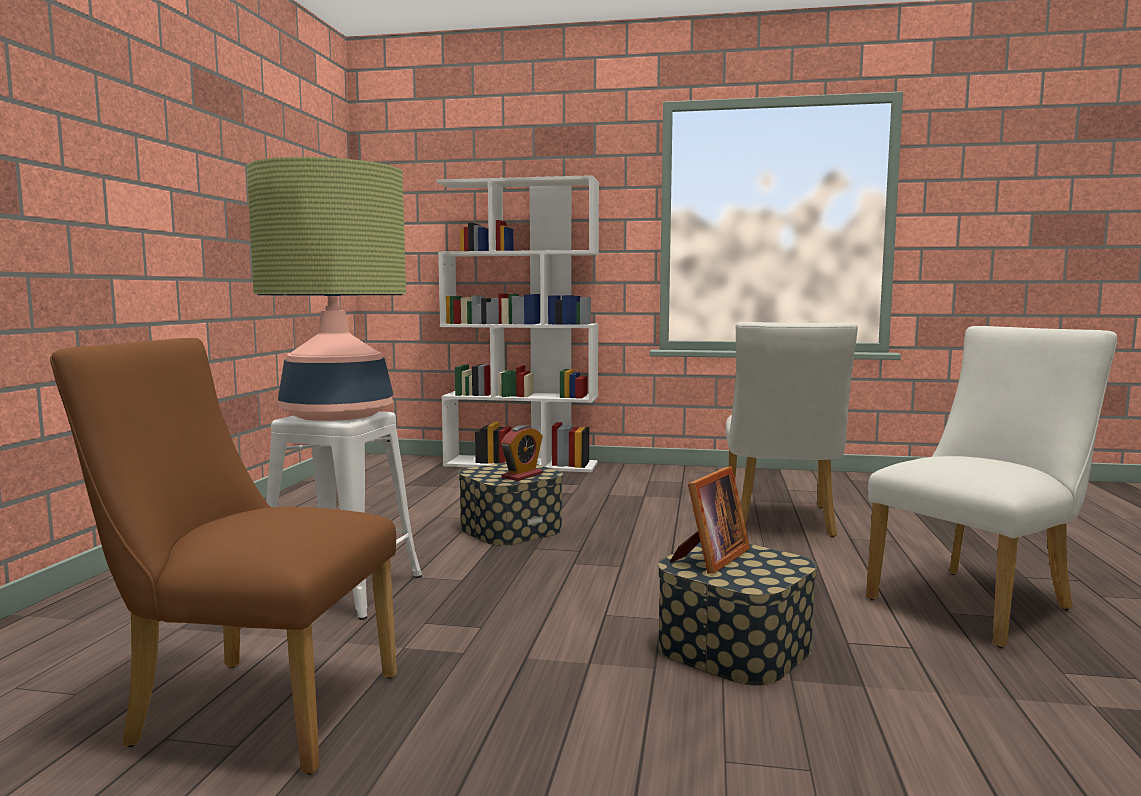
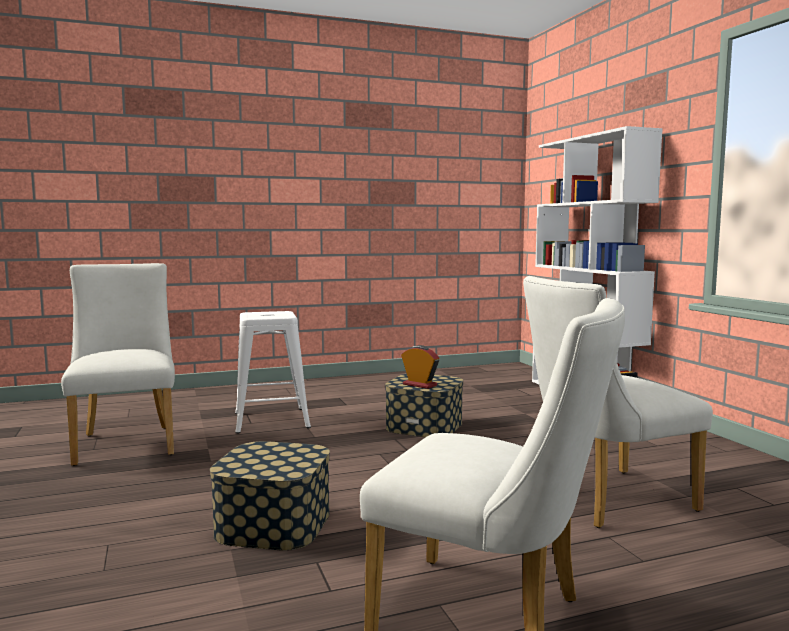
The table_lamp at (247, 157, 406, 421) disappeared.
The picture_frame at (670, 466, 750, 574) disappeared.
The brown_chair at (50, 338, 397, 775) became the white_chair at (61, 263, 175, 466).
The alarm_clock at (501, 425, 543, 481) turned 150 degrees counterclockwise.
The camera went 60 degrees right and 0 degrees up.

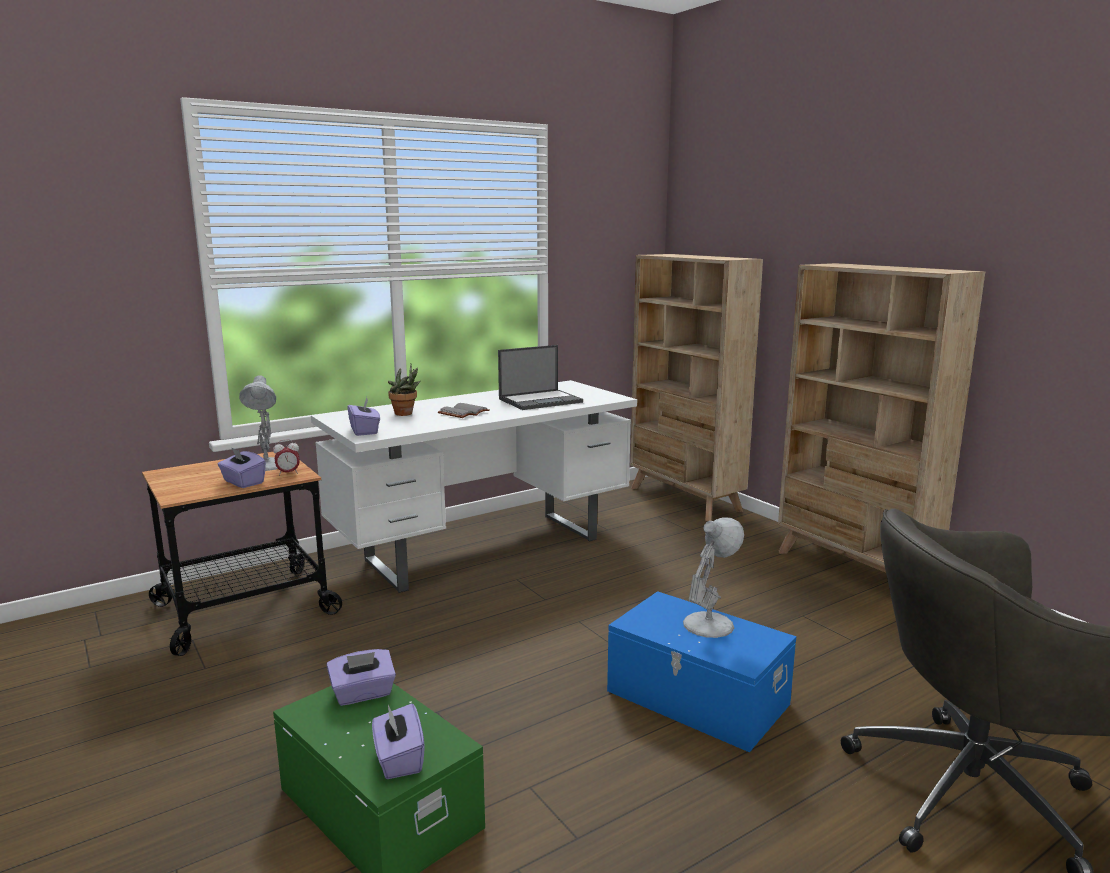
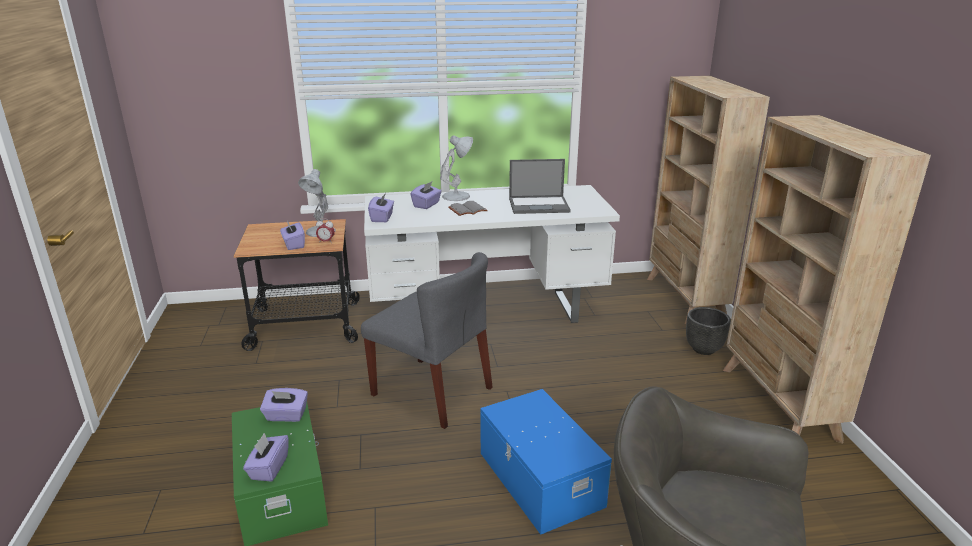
The grey_chair at (361, 252, 493, 429) appeared.
The black_planter at (686, 307, 731, 355) appeared.
The white_table_lamp moved from (683, 517, 744, 638) to (440, 135, 473, 201).
The potted_plant at (388, 364, 421, 416) was replaced by the purple_tissue_box at (411, 182, 442, 209).
The camera went 25 degrees right and 10 degrees up.

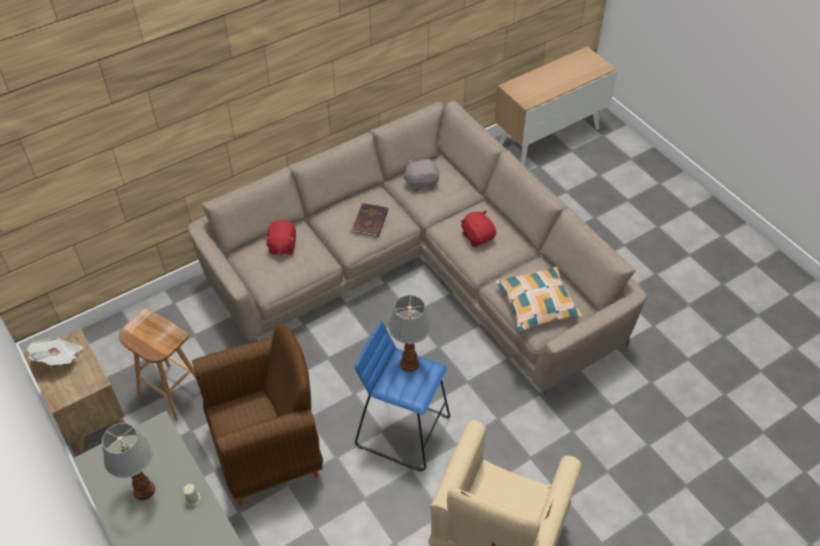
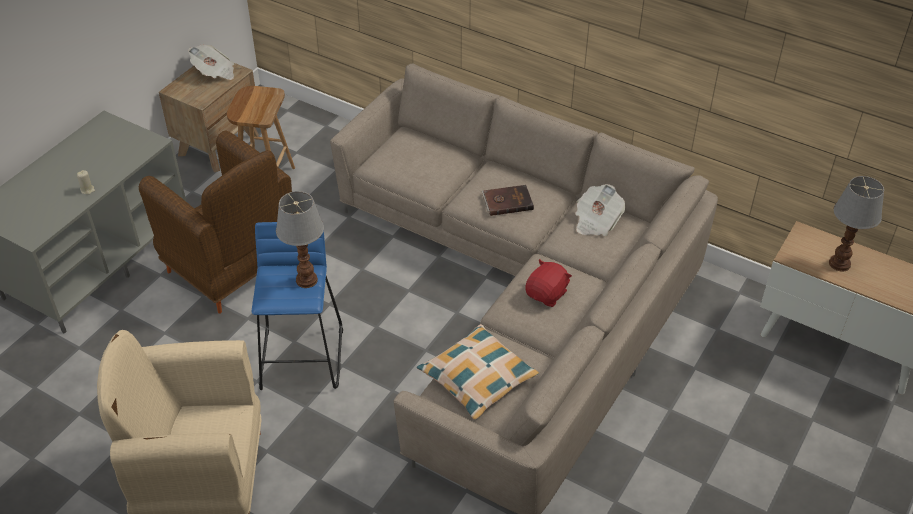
The red_plush_toy at (264, 220, 296, 255) disappeared.
The table_lamp moved from (102, 423, 155, 500) to (829, 176, 884, 272).
The grey_plush_toy at (402, 159, 439, 191) was replaced by the newspaper at (575, 184, 625, 236).
The camera went 65 degrees right and 5 degrees down.

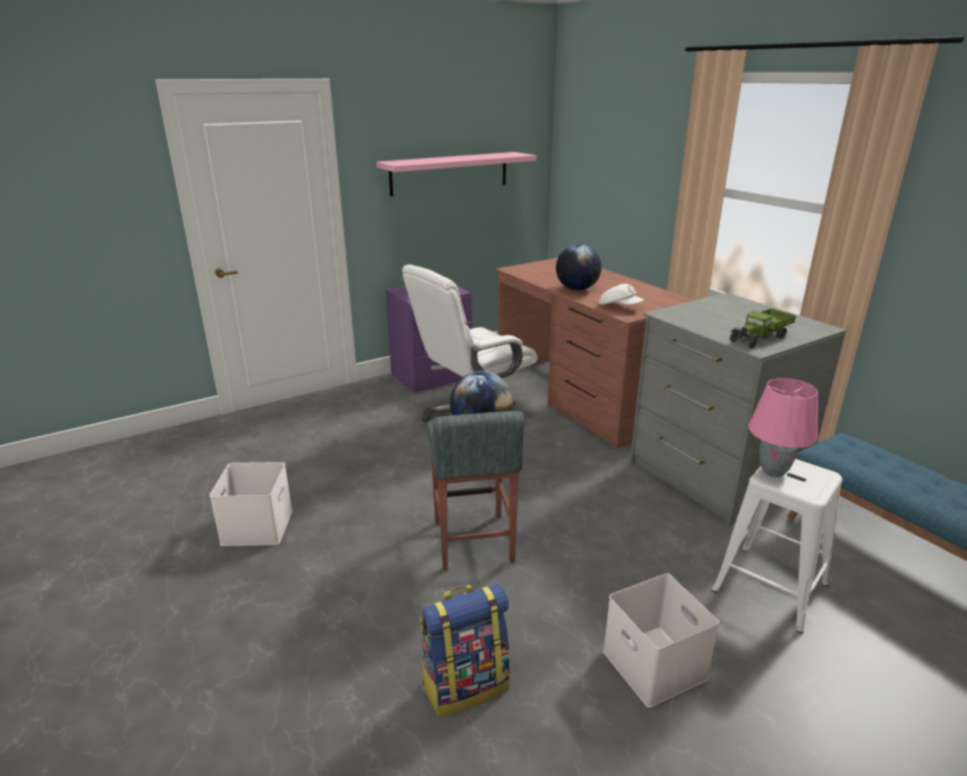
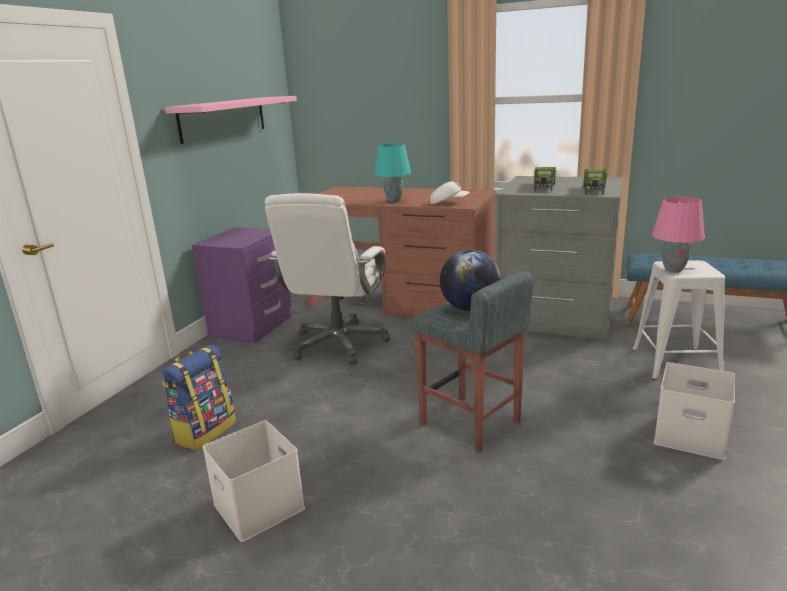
The toy_truck at (534, 167, 557, 191) appeared.
The backpack moved from (420, 584, 510, 717) to (162, 345, 236, 450).
The globe at (556, 244, 602, 291) was replaced by the turquoise_table_lamp at (374, 144, 411, 202).
The camera went 35 degrees left and 5 degrees down.

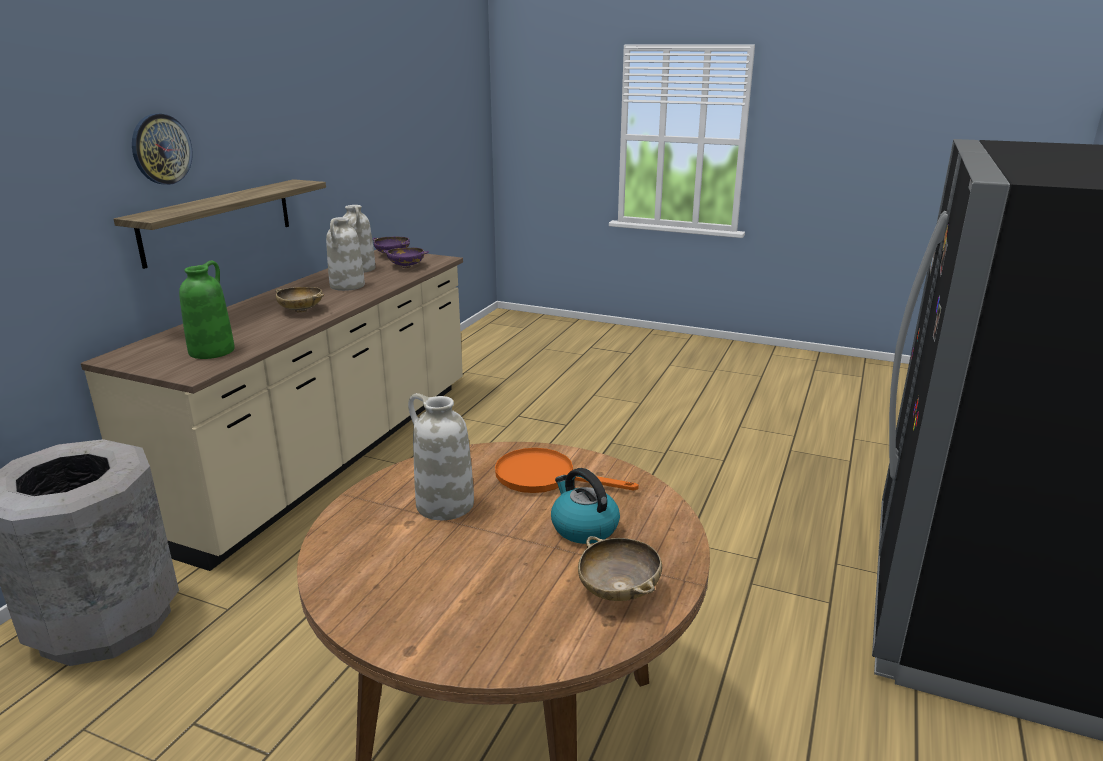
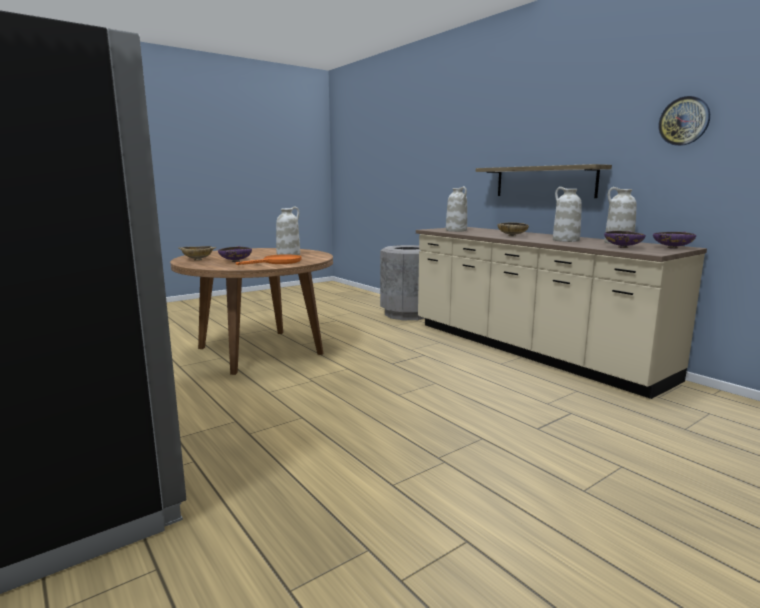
The wall_clock moved from (132, 114, 193, 185) to (658, 96, 710, 146).
The kettle at (551, 468, 620, 544) was replaced by the purple_bowl at (218, 246, 252, 262).
The green_vase at (179, 261, 235, 359) became the white_vase at (446, 186, 467, 232).
The camera went 120 degrees right and 10 degrees down.

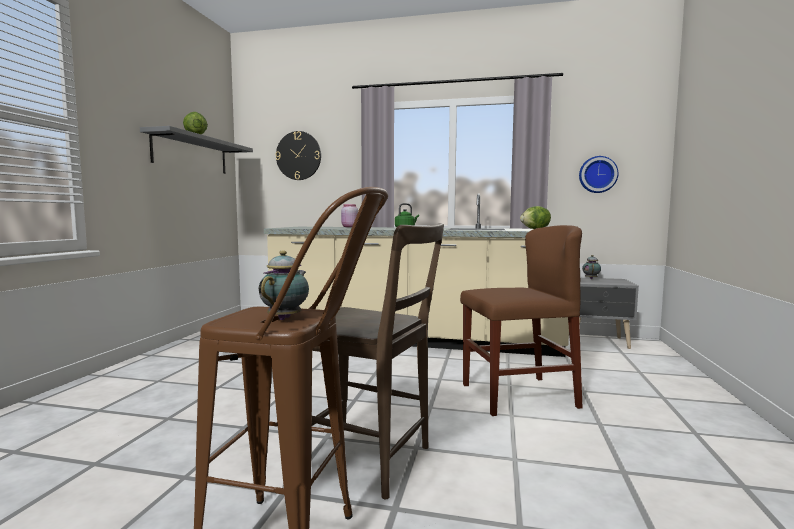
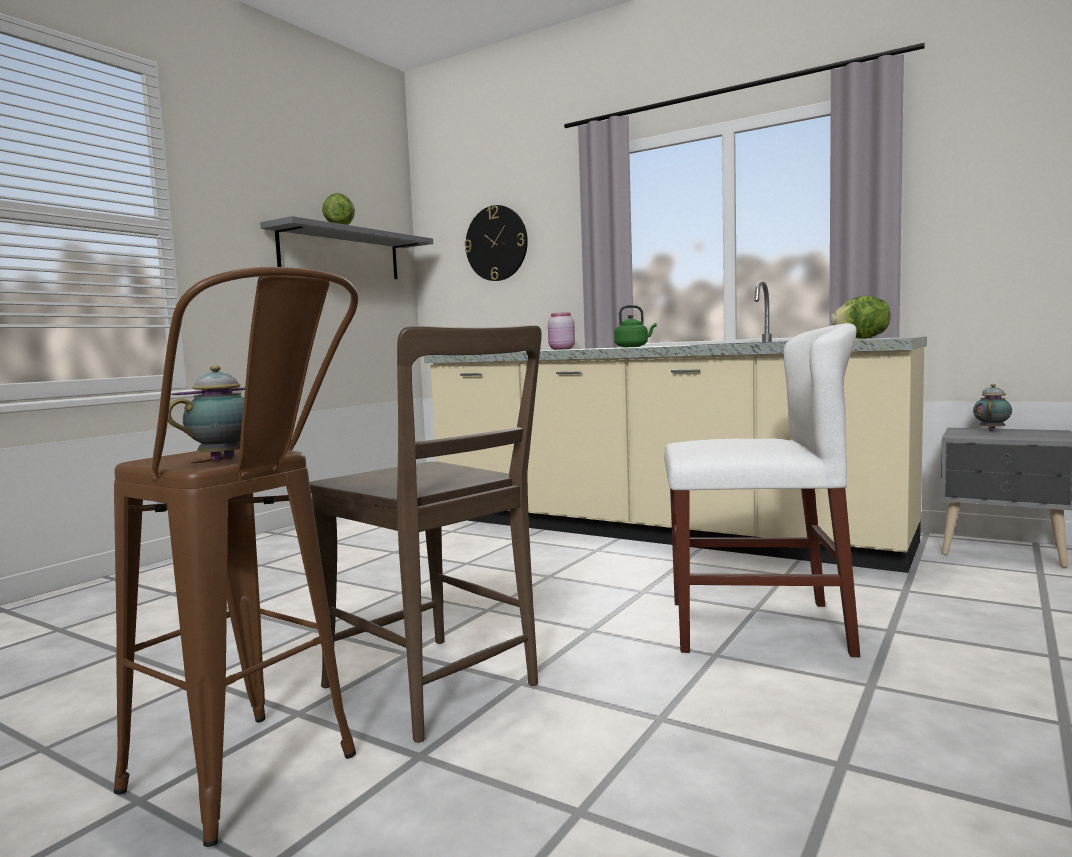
The wall_clock at (579, 156, 618, 193) disappeared.
The brown_chair at (460, 225, 583, 416) became the white_chair at (664, 323, 860, 657).
The camera went 20 degrees right and 0 degrees up.

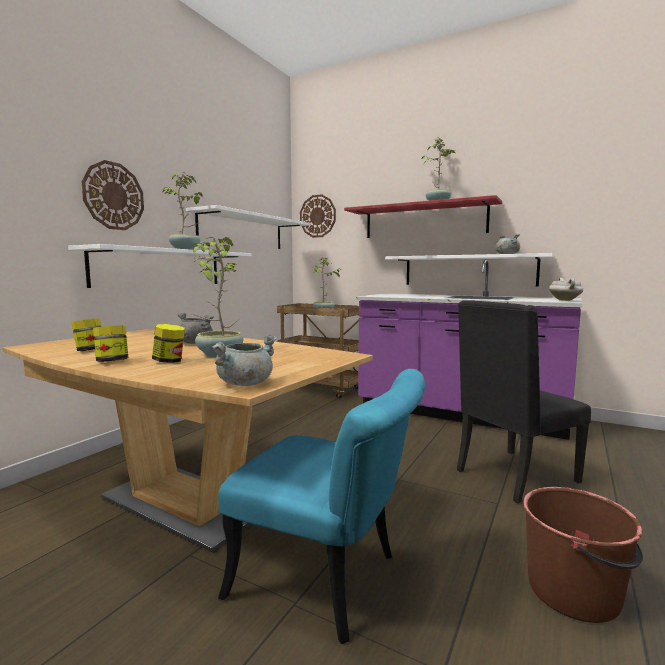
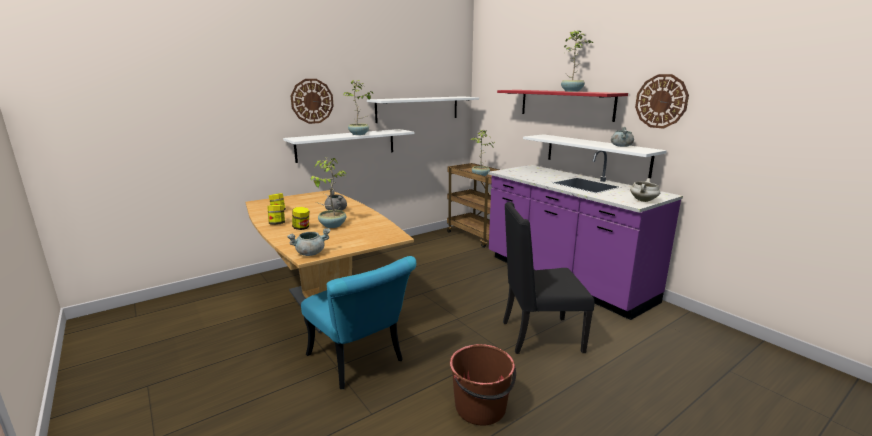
The wall_clock moved from (300, 194, 336, 238) to (635, 74, 689, 129).
The camera went 25 degrees right and 10 degrees up.

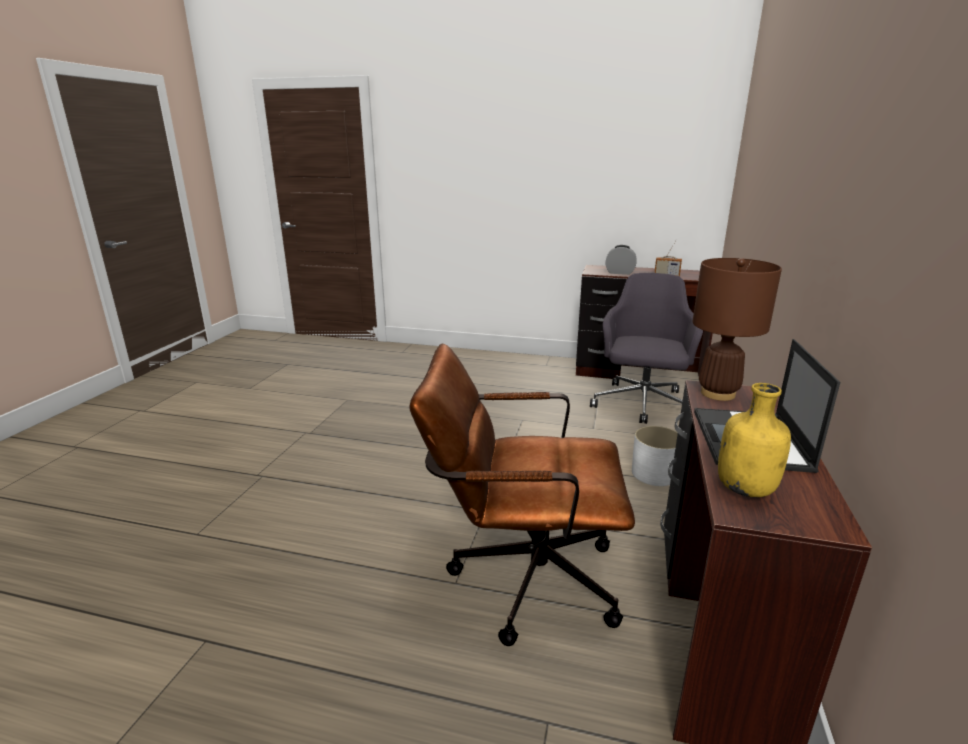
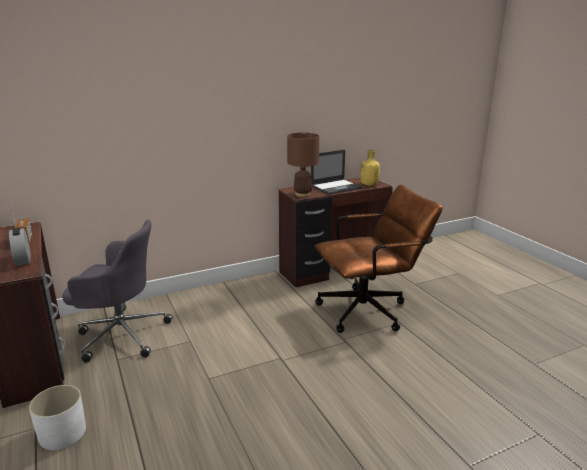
The white_planter moved from (632, 426, 678, 486) to (29, 385, 86, 450).
The brown_office_chair at (409, 344, 635, 646) turned 75 degrees counterclockwise.
The grey_office_chair at (590, 273, 703, 424) turned 150 degrees counterclockwise.
The camera went 130 degrees left and 0 degrees up.

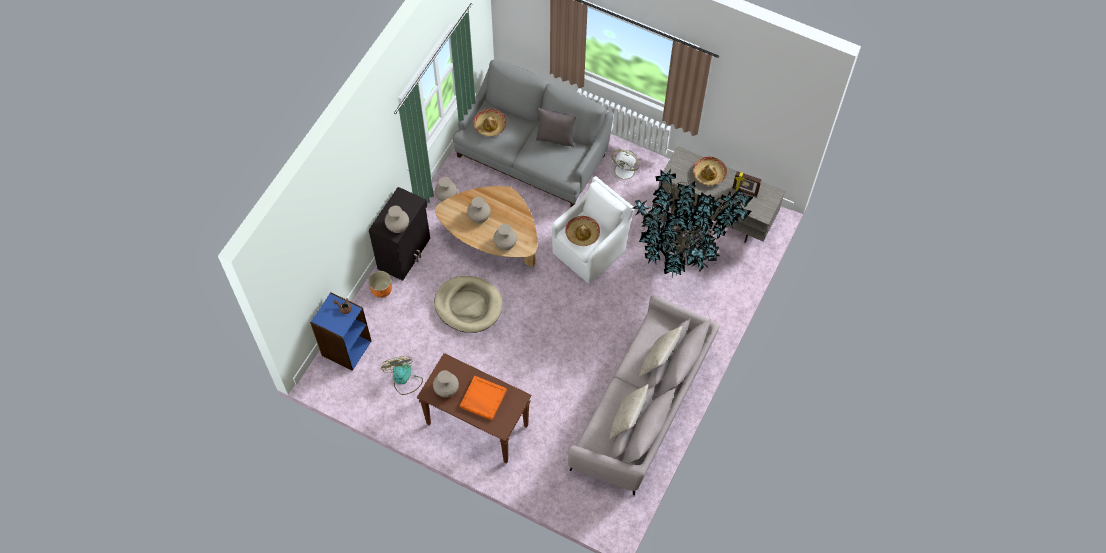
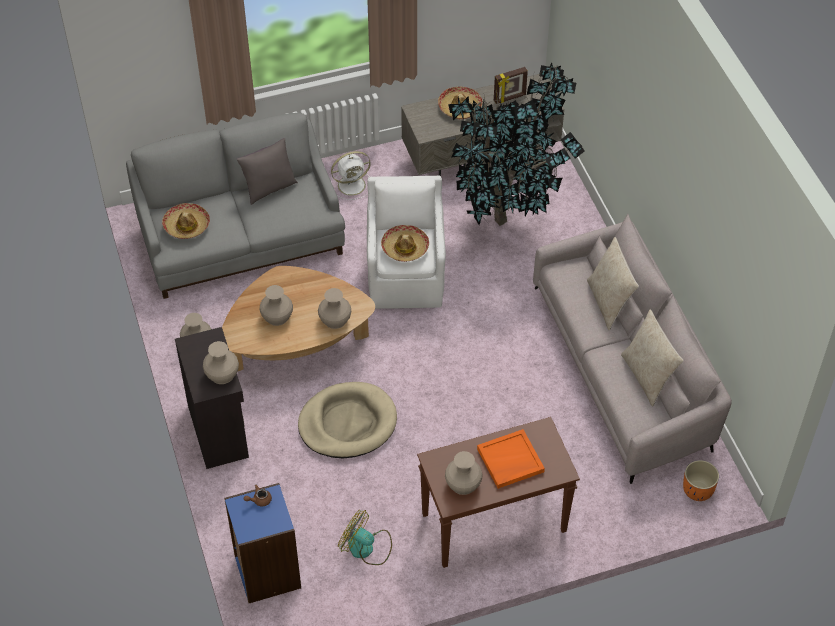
The orange_planter moved from (368, 271, 392, 298) to (683, 460, 719, 501).
The camera went 45 degrees left and 10 degrees down.

